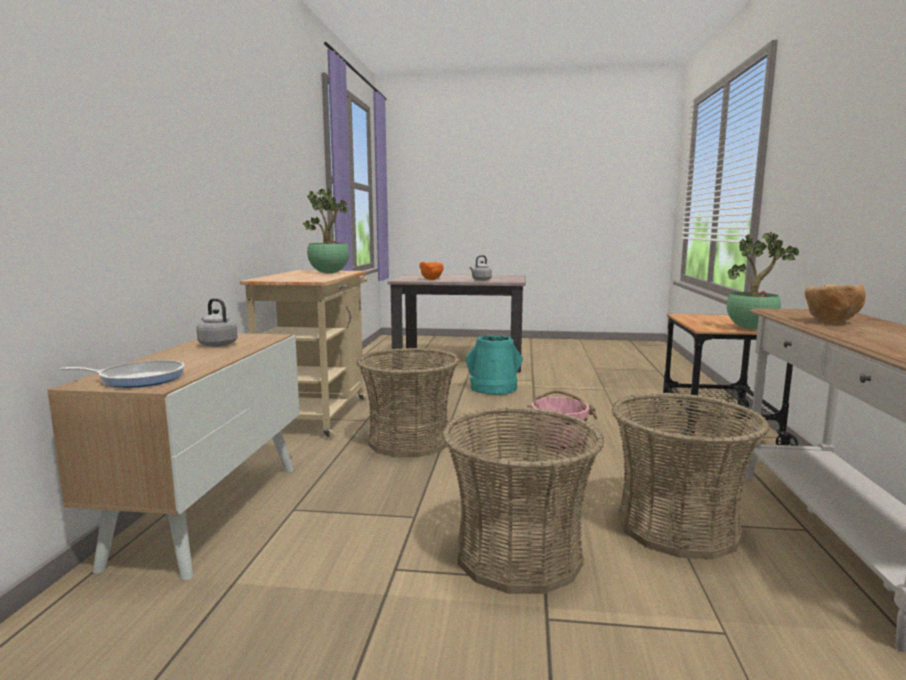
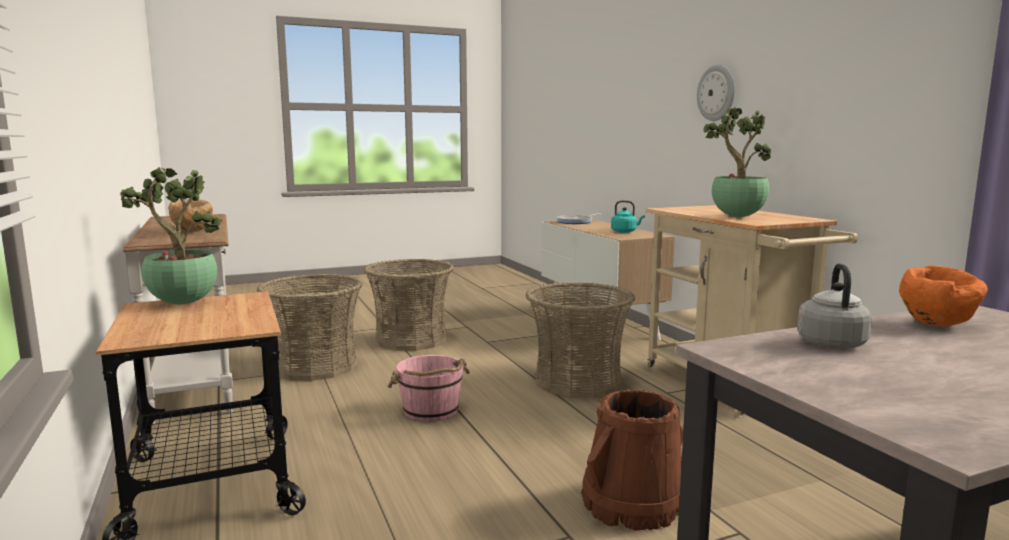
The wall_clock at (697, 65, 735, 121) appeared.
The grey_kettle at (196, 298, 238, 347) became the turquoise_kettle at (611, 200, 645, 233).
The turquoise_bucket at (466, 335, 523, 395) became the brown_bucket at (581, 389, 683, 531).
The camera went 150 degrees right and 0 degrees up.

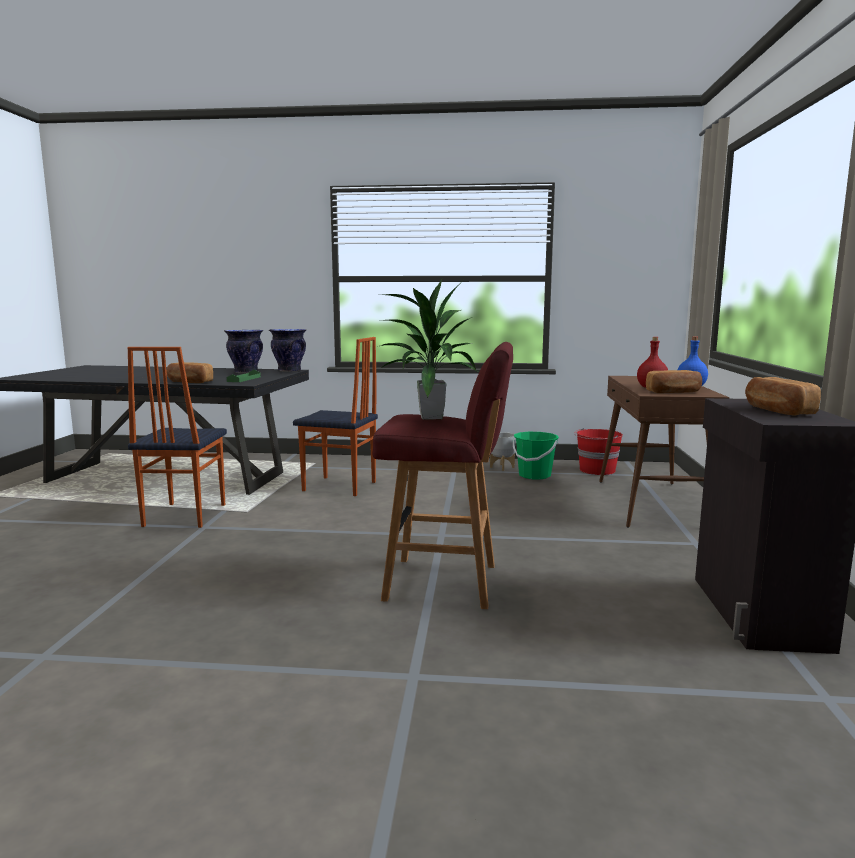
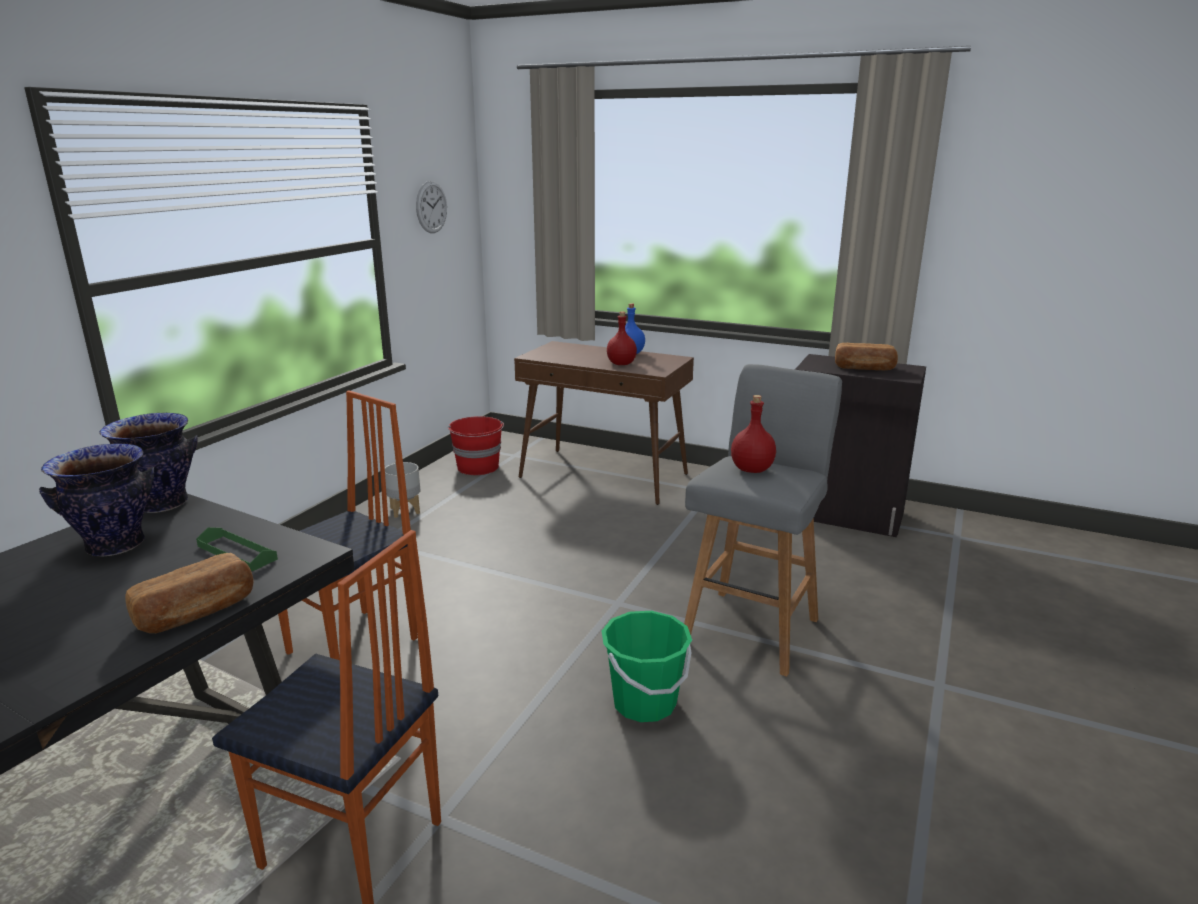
The bread at (646, 370, 702, 393) disappeared.
The wall_clock at (416, 181, 447, 233) appeared.
The green_bucket moved from (513, 432, 559, 480) to (601, 611, 692, 722).
The potted_plant at (377, 279, 477, 420) was replaced by the red_bottle at (731, 395, 776, 473).
The red_stool at (372, 342, 513, 609) became the grey_stool at (684, 364, 842, 677).
The camera went 70 degrees left and 10 degrees up.

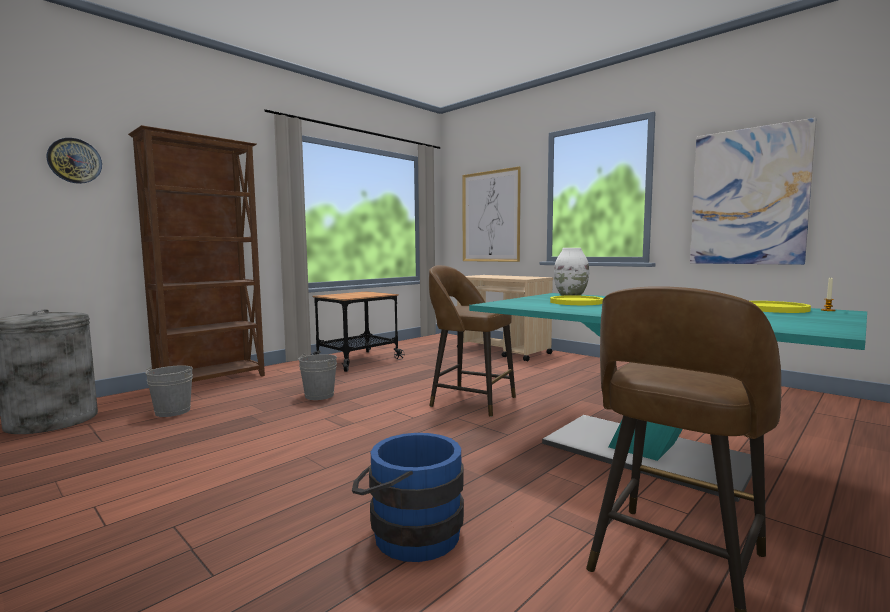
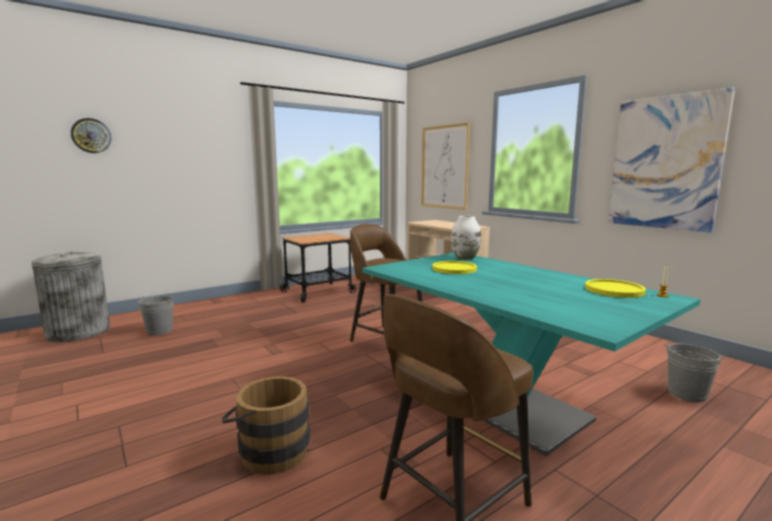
The brown_bookcase at (128, 125, 265, 382) disappeared.
The grey_bucket moved from (298, 354, 337, 400) to (664, 343, 725, 402).
The blue_bucket at (352, 433, 464, 562) became the brown_bucket at (222, 376, 310, 475).
The camera went 10 degrees right and 5 degrees up.

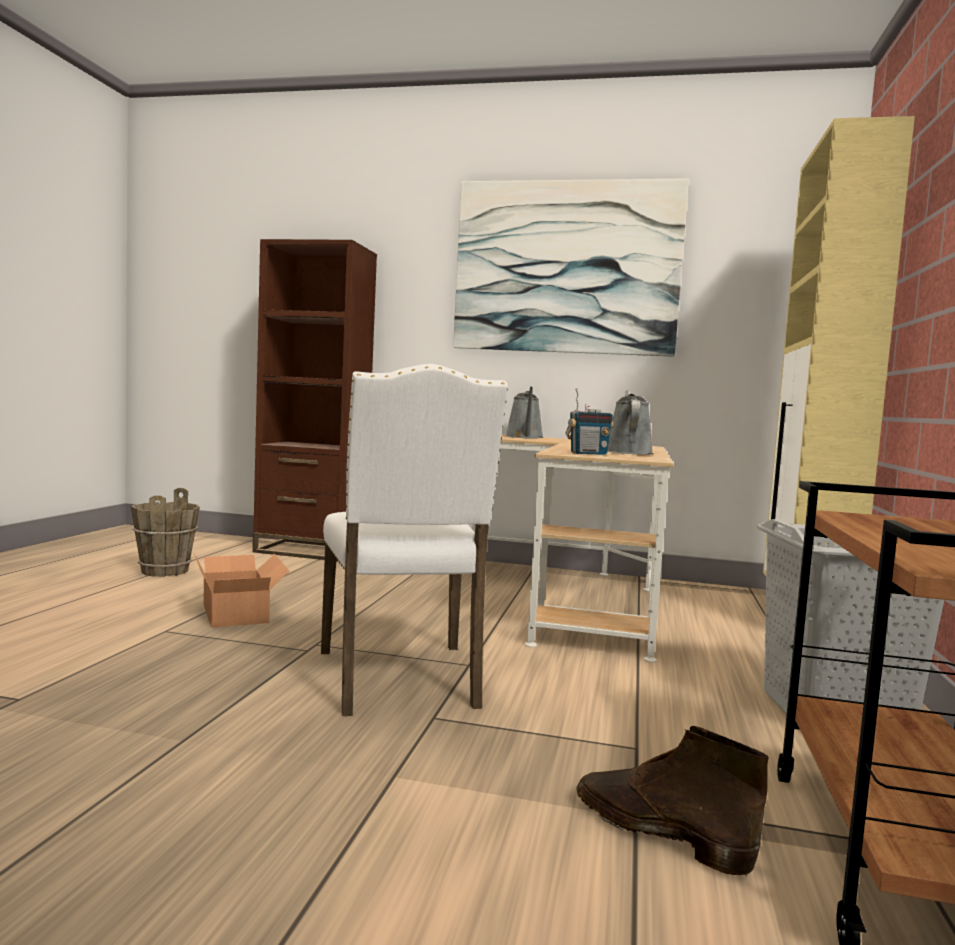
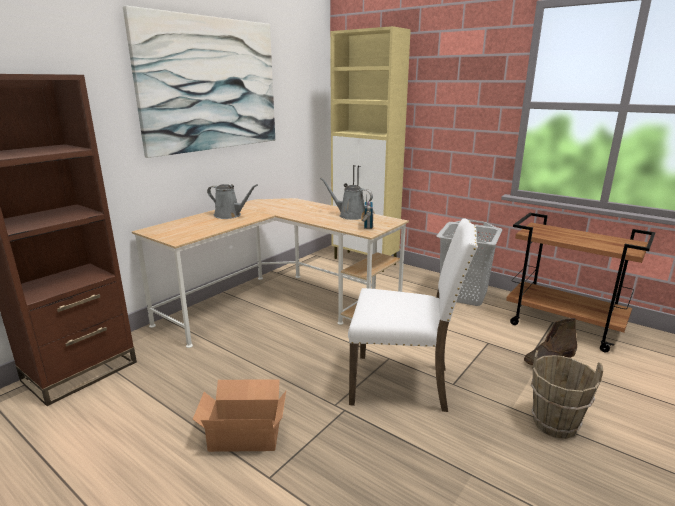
The brown_bucket moved from (131, 488, 200, 577) to (531, 350, 603, 439).
The camera went 65 degrees left and 15 degrees up.

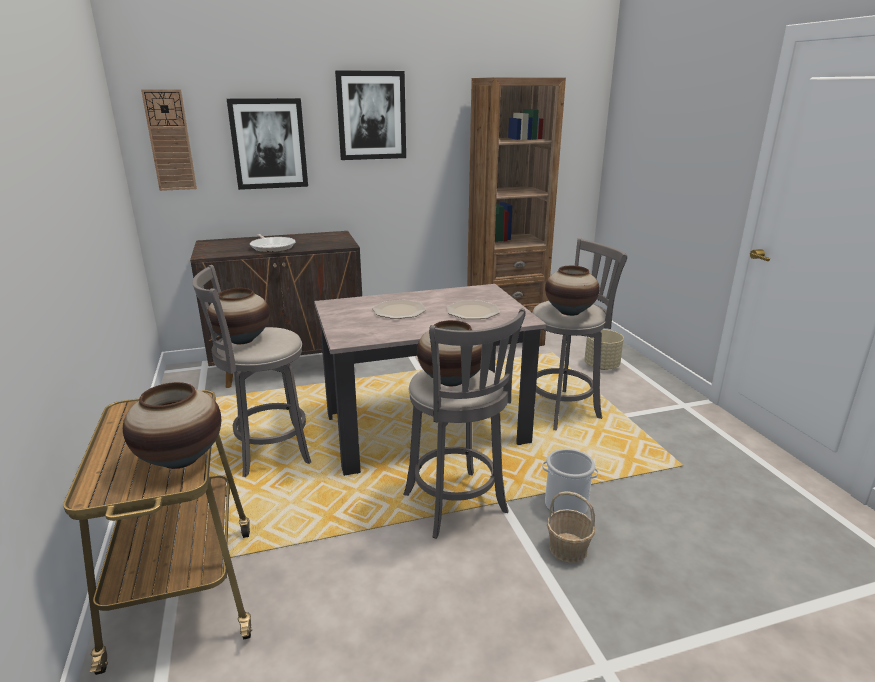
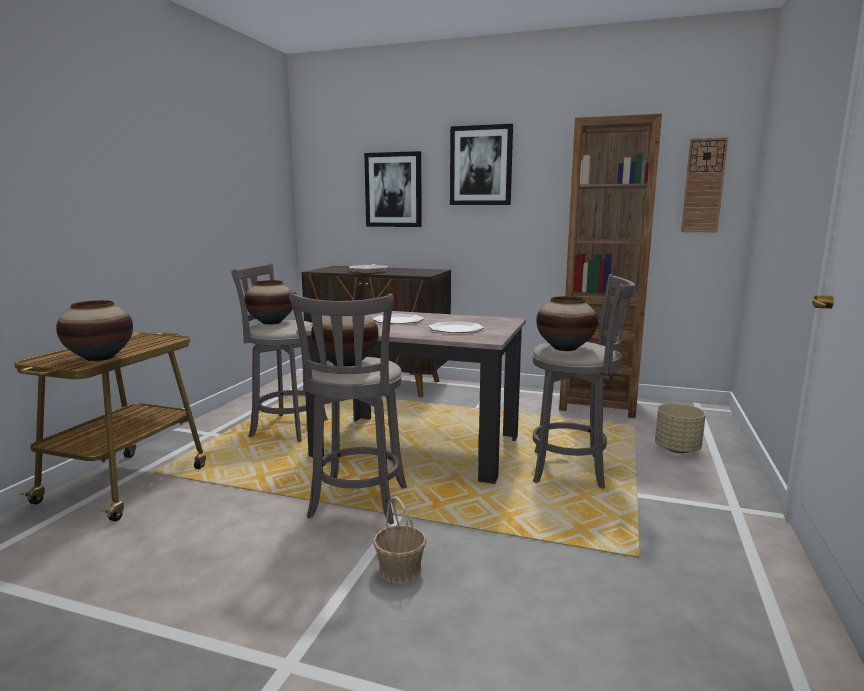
The bucket at (542, 449, 598, 514) disappeared.
The wall_clock moved from (141, 89, 197, 191) to (681, 137, 728, 233).
The camera went 35 degrees right and 10 degrees down.

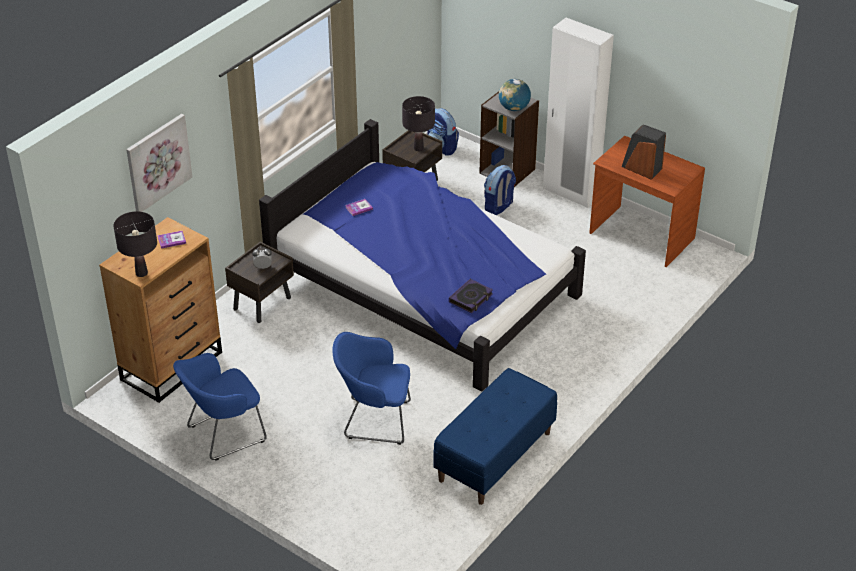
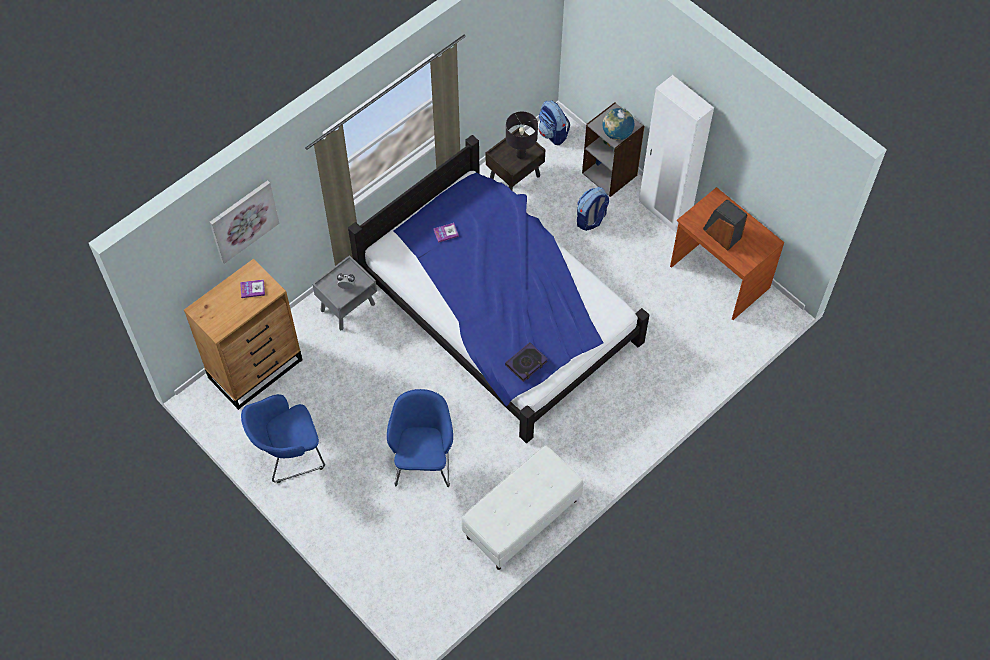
The black_table_lamp at (114, 211, 157, 277) disappeared.
The brown_nightstand at (225, 242, 294, 323) became the grey_nightstand at (312, 255, 377, 330).
The blue_bench at (433, 368, 557, 505) became the white_bench at (461, 445, 583, 570).
The blue_armchair at (332, 332, 411, 445) turned 75 degrees clockwise.
The camera went 10 degrees right and 20 degrees up.

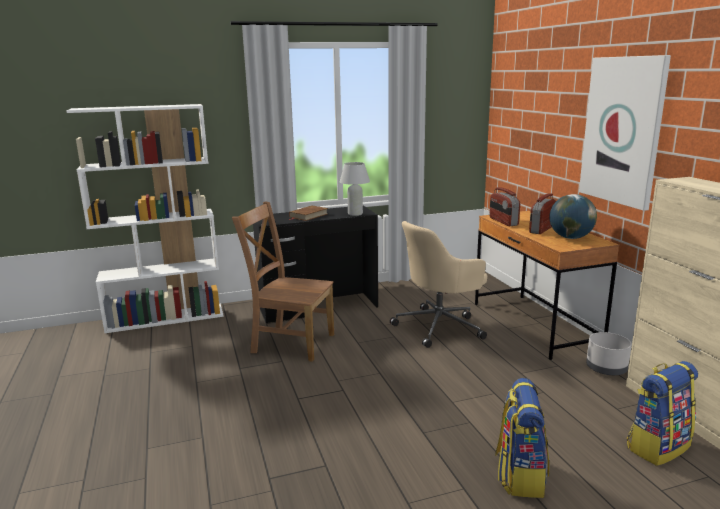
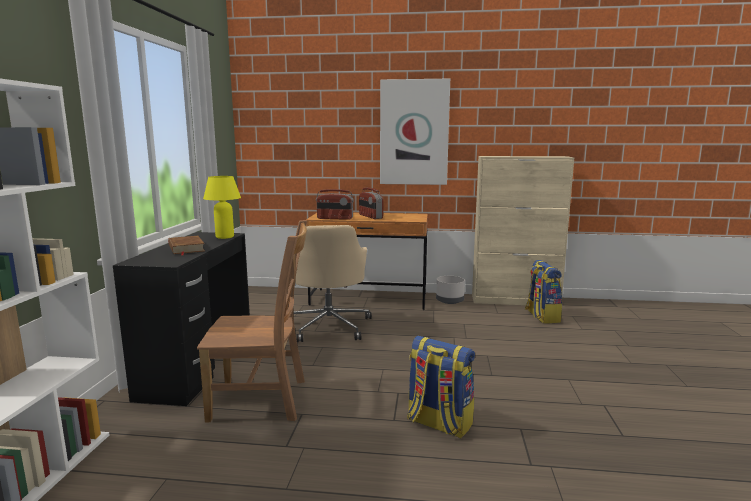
The globe at (549, 194, 597, 239) disappeared.
The backpack moved from (495, 378, 549, 498) to (407, 336, 475, 439).
The white_table_lamp at (340, 162, 370, 216) became the yellow_table_lamp at (203, 176, 241, 239).
The brown_chair at (232, 201, 334, 362) turned 135 degrees counterclockwise.
The camera went 65 degrees left and 5 degrees down.

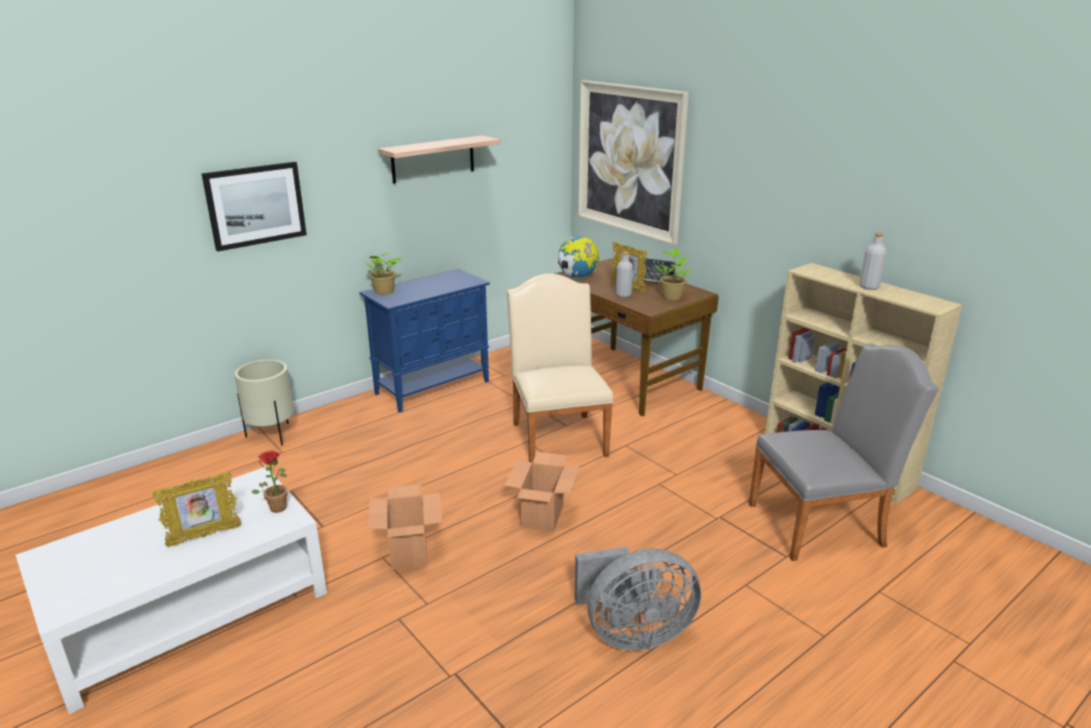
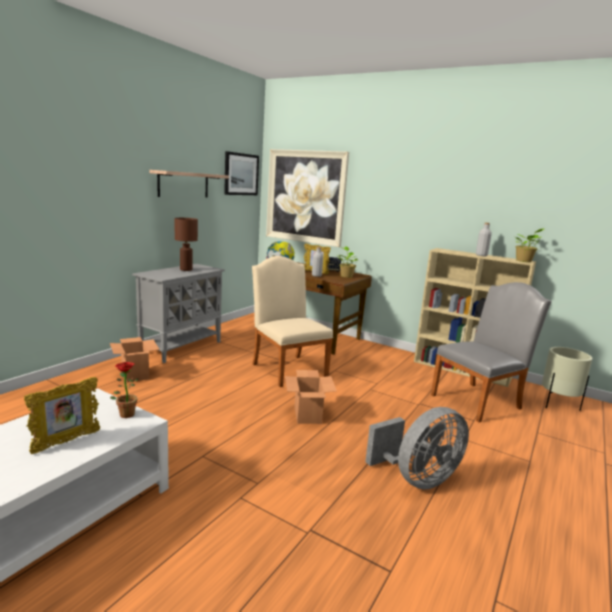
The brown_table_lamp at (175, 218, 198, 271) appeared.
The picture moved from (201, 162, 307, 252) to (224, 151, 259, 195).
The beige_planter moved from (234, 360, 294, 445) to (542, 347, 592, 411).
The potted_plant moved from (366, 253, 401, 295) to (516, 229, 544, 262).
The cardboard_box moved from (368, 485, 442, 570) to (110, 337, 160, 382).
The blue_cabinet at (359, 268, 490, 413) became the grey_cabinet at (132, 264, 225, 363).
The camera went 20 degrees left and 10 degrees down.

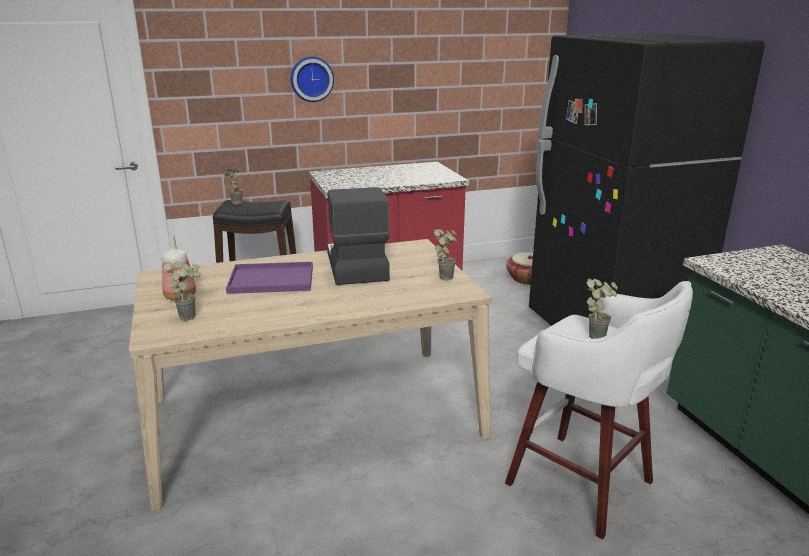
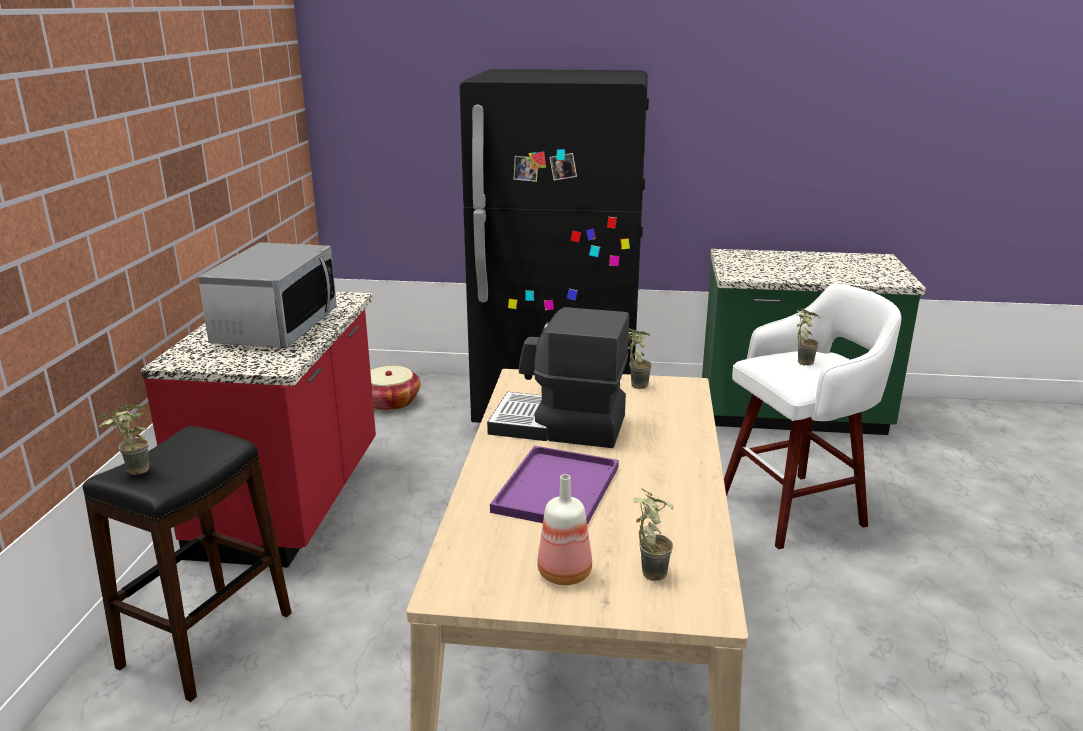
The wall_clock at (291, 57, 334, 102) disappeared.
The microwave at (198, 242, 337, 348) appeared.
The camera went 65 degrees left and 0 degrees up.

